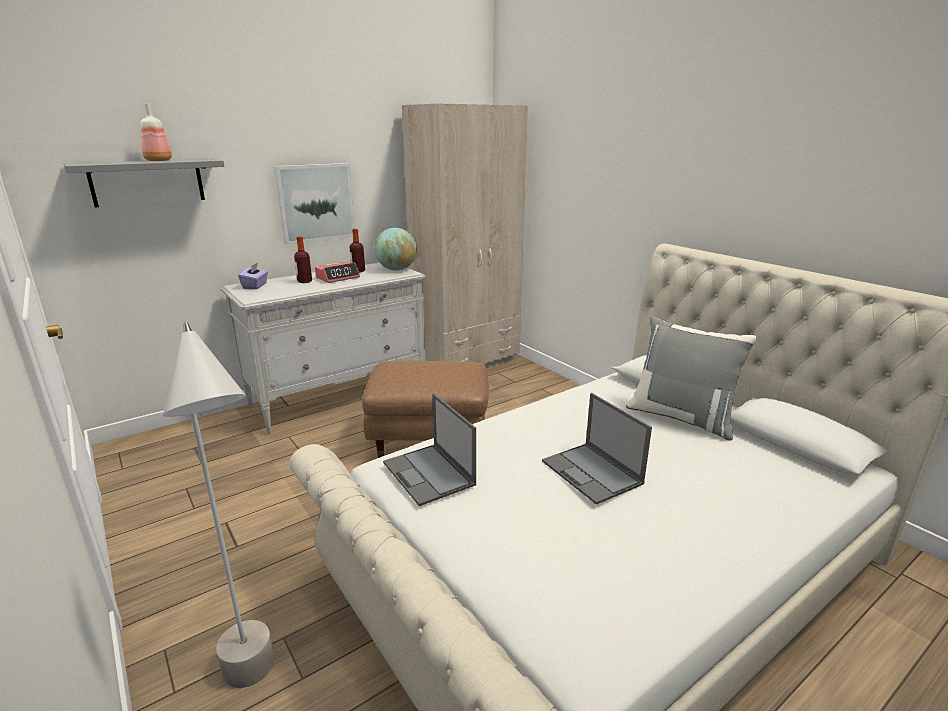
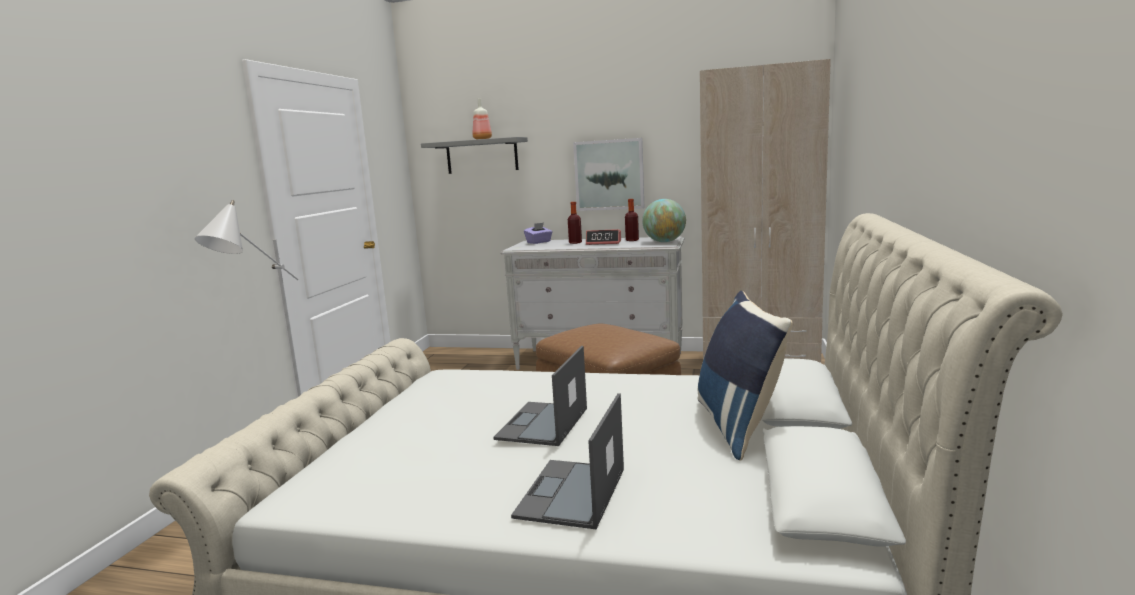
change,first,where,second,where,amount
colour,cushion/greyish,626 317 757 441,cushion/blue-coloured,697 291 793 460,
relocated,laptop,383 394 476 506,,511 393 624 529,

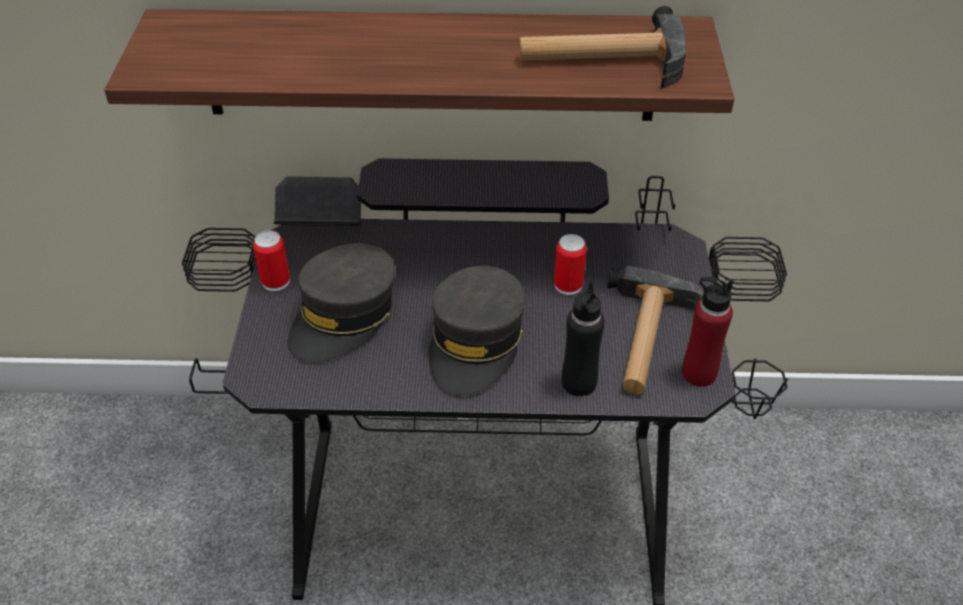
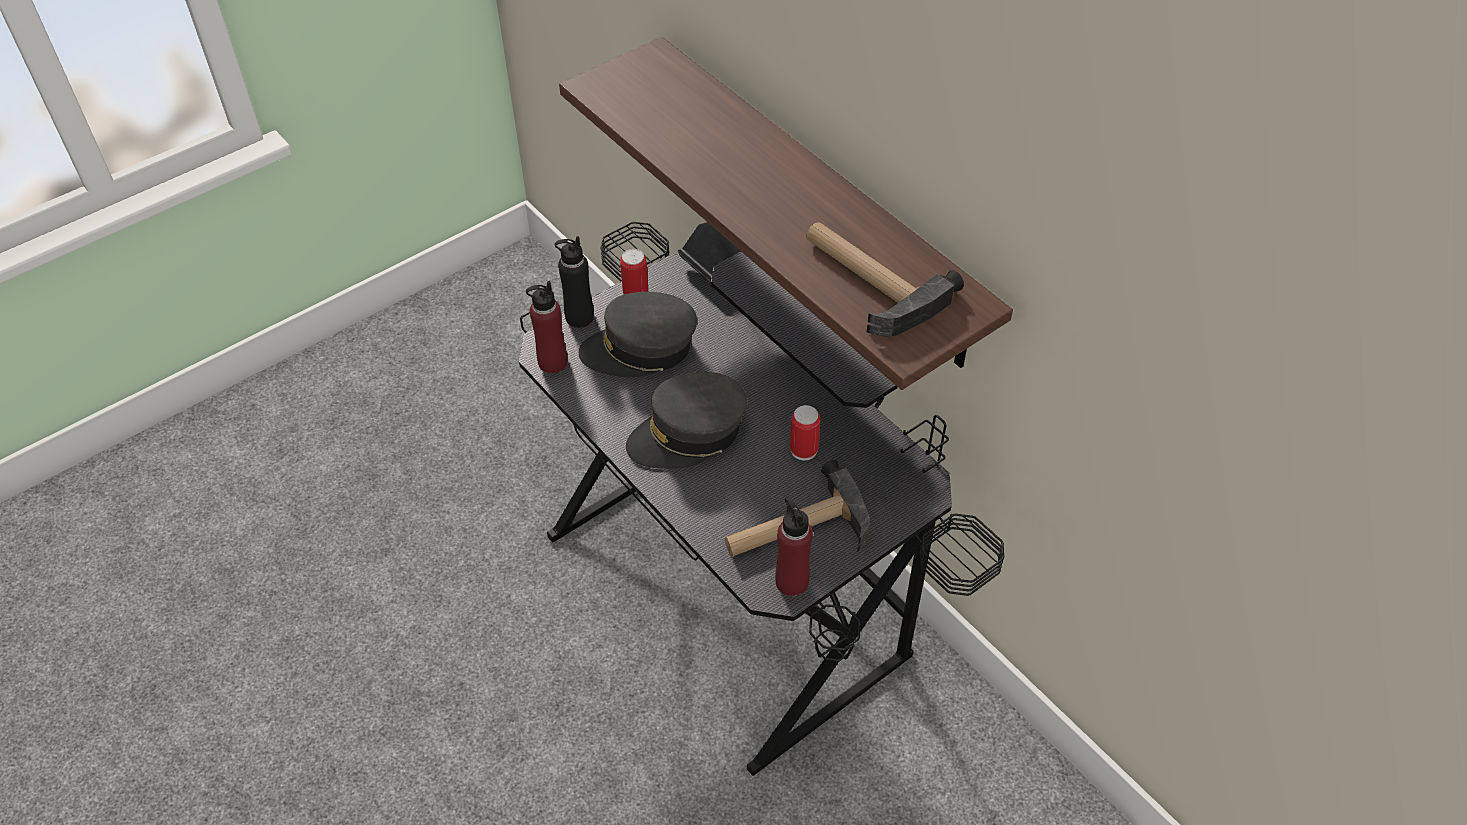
change,first,where,second,where,amount
relocated,bottle/blackish,562 281 605 396,,555 236 594 328,
appeared,,,bottle/reddish,526 281 568 373,

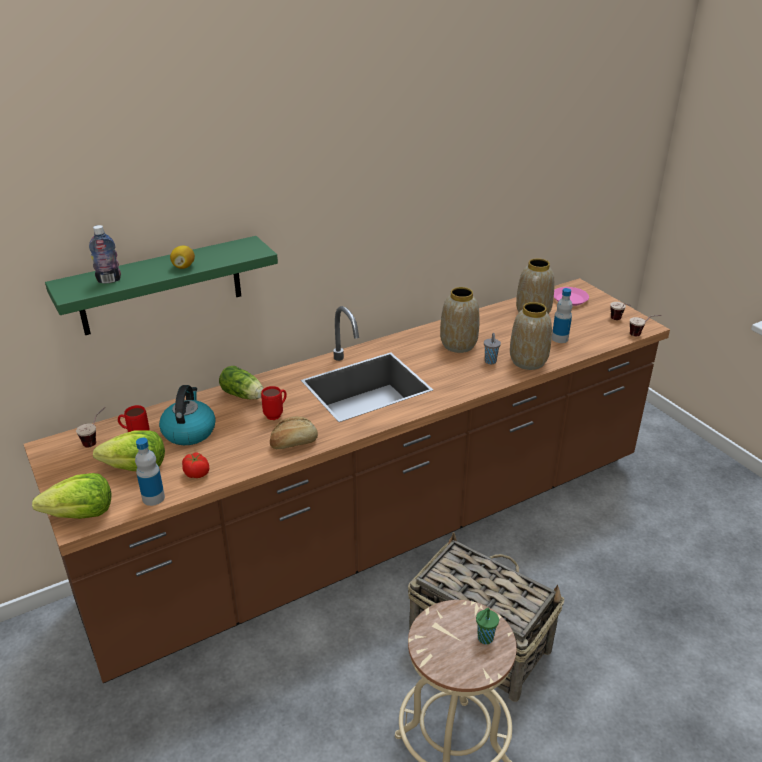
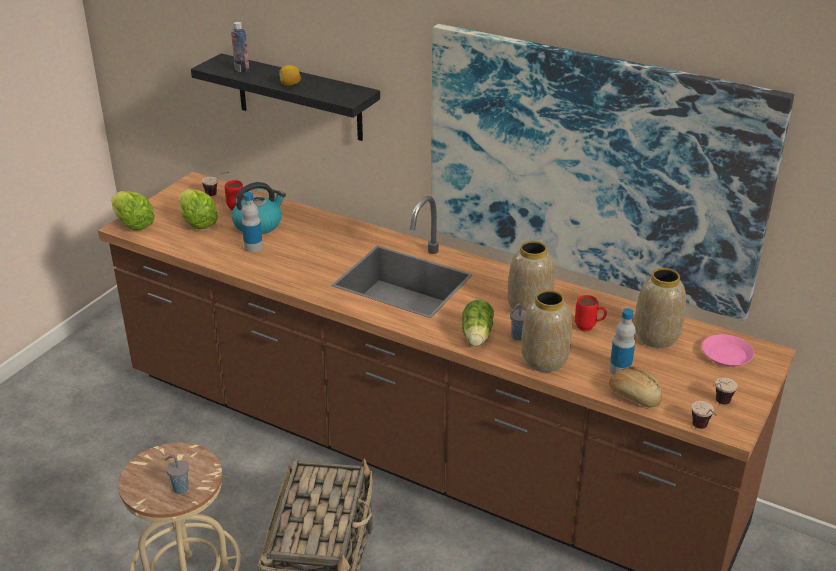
change,first,where,second,where,amount
colour,wall shelf/greenish,45 236 278 335,wall shelf/blackish,191 53 380 141,
relocated,lettuce,219 366 264 399,,462 300 494 346,
relocated,mug/reddish,261 386 287 420,,575 295 607 331,
relocated,bread,270 416 318 449,,609 366 662 408,
relocated,bottle,135 438 165 506,,242 192 263 252,
missing,whole tomato,182 452 209 478,,,
colour,small cup/greenish,476 608 499 644,small cup/greyish,165 455 189 494,
appeared,,,wall art,431 24 794 321,

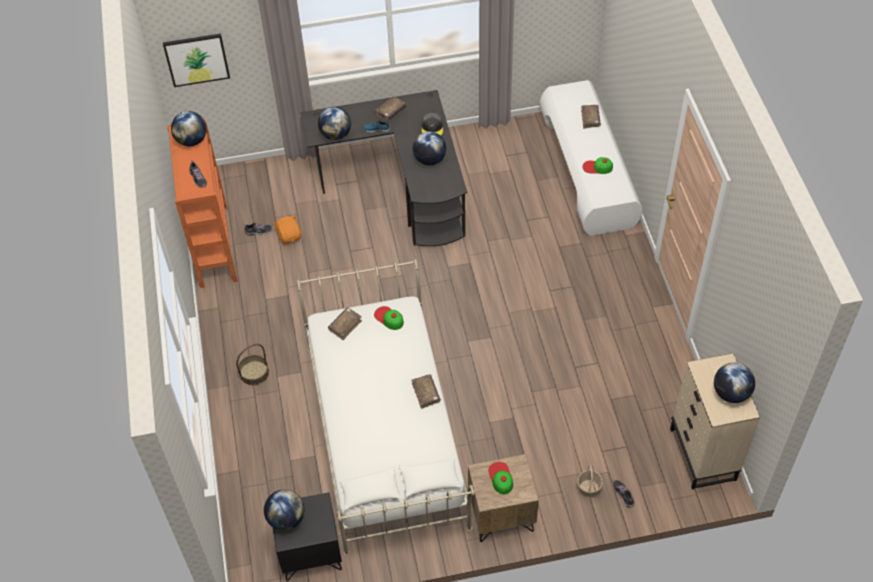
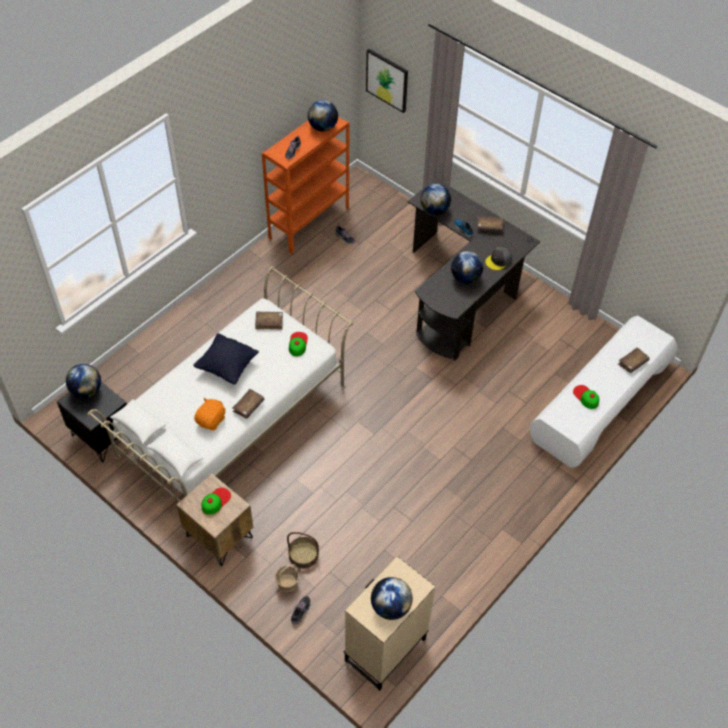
change,first,where,second,where,amount
relocated,soft toy/orange,273 216 301 244,,194 398 226 431,
relocated,basket,236 344 269 386,,287 532 319 569,
appeared,,,cushion/blackish,193 333 259 384,

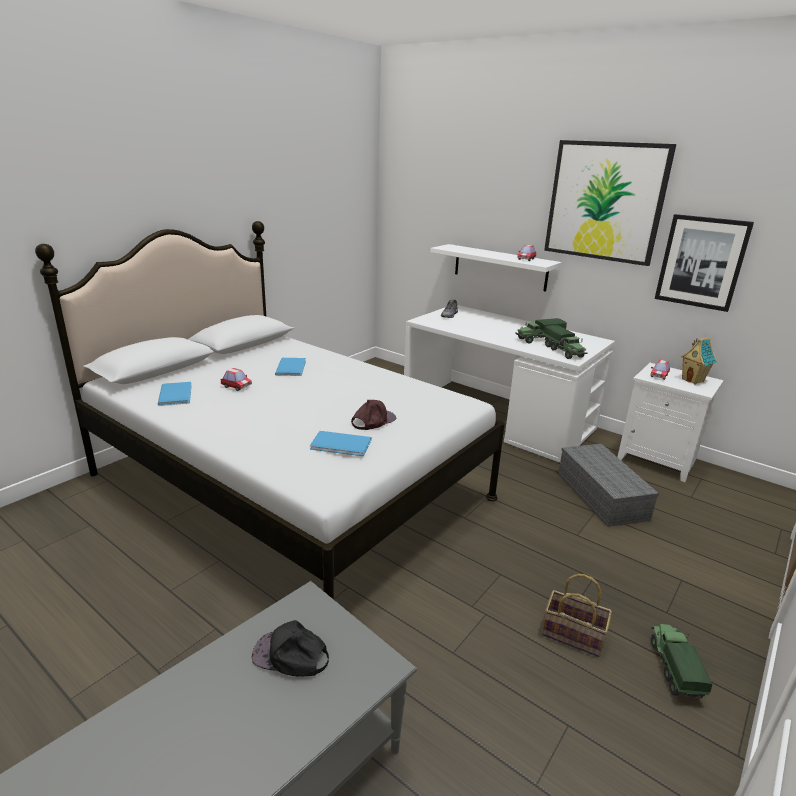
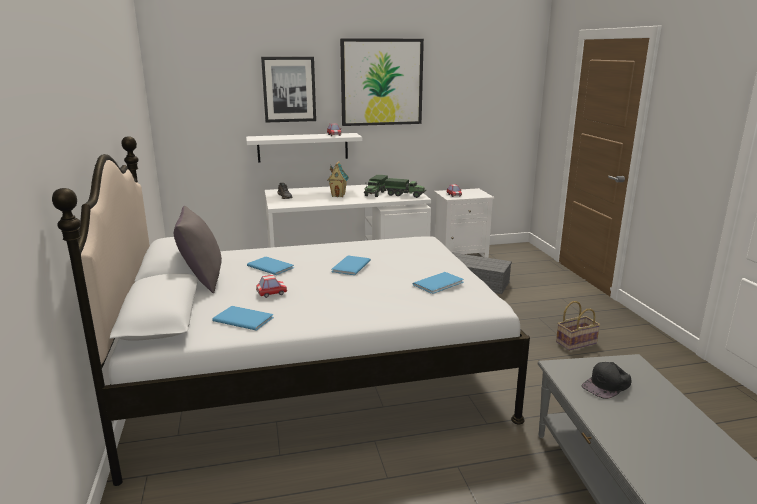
change,first,where,second,where,amount
relocated,wall art,655 214 754 312,,261 57 316 122,
relocated,model house,681 337 717 384,,328 161 349 197,
missing,peaked cap/brown-coloured,351 400 396 430,,,
missing,toy lorry,651 624 712 698,,,
appeared,,,cushion/greyish,174 206 222 293,
appeared,,,bound book/blue-coloured,331 256 371 275,

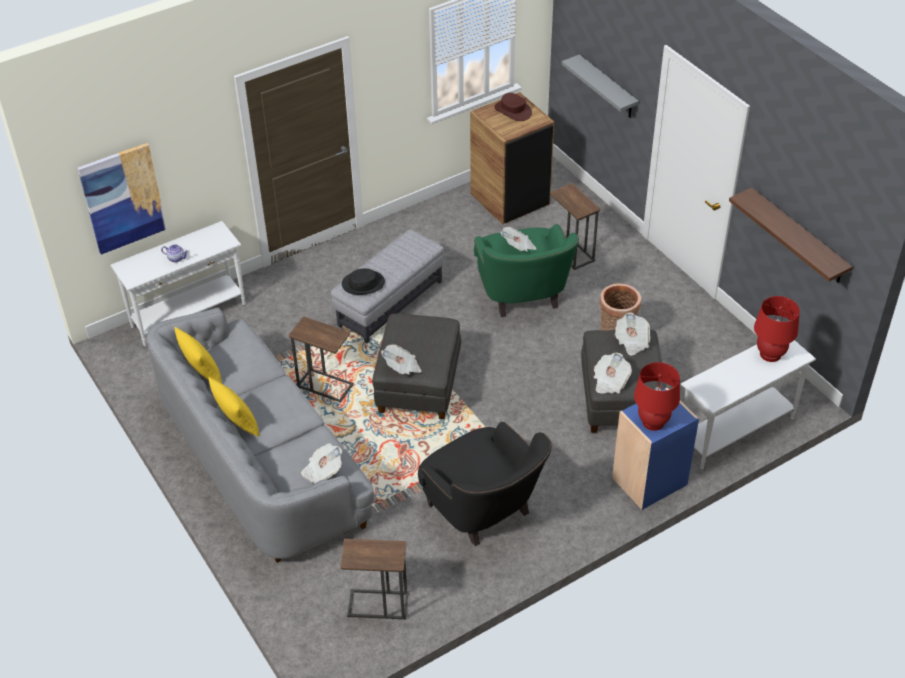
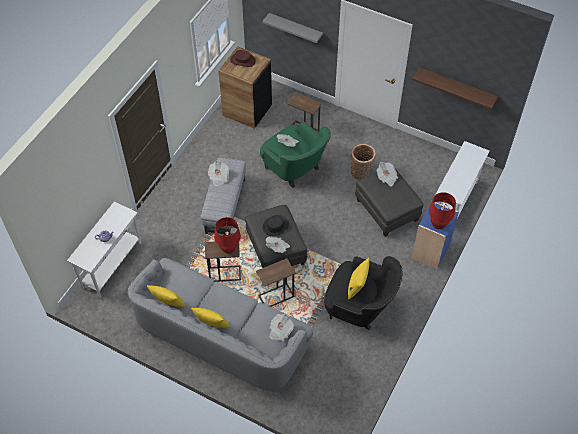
change,first,where,second,where,amount
missing,wall art,78 143 167 255,,,
relocated,hat/blackish,342 268 385 295,,262 215 289 236,
relocated,lamp for a table/reddish,754 296 800 362,,214 217 241 254,
relocated,newspaper,594 353 632 394,,208 160 229 186,
relocated,side table/brown-coloured,340 539 409 620,,256 258 295 307,
appeared,,,cushion/yellowish,348 258 369 299,

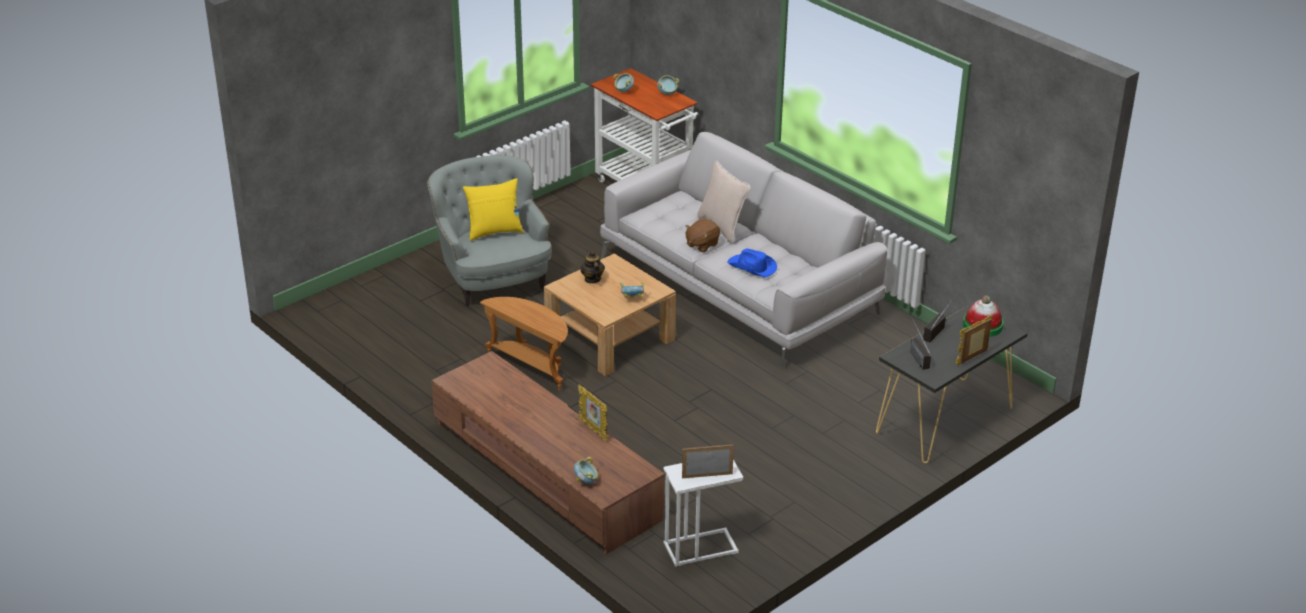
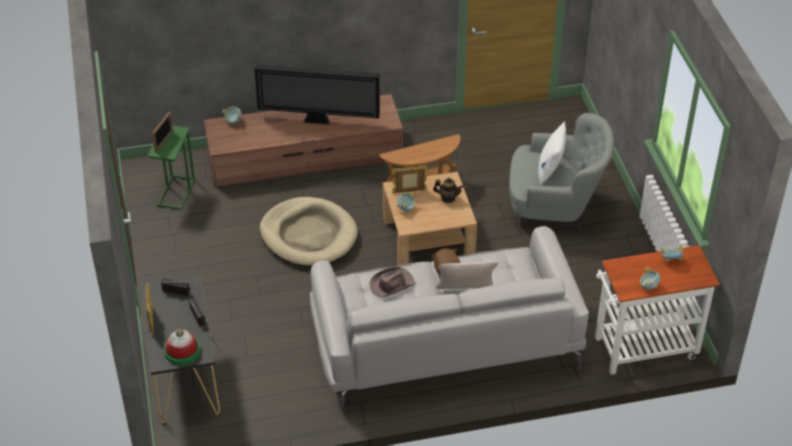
change,first,where,second,where,amount
colour,cushion/yellowish,463 178 523 241,cushion/white,538 121 566 185,
colour,hat/blue-coloured,727 248 777 278,hat/brown-coloured,370 267 415 297,
relocated,standing frame,578 385 608 441,,392 165 427 193,
colour,side table/white,663 459 743 567,side table/greenish,148 125 195 210,
appeared,,,TV,254 64 380 125,
appeared,,,pet bed/beige-coloured,260 197 358 266,

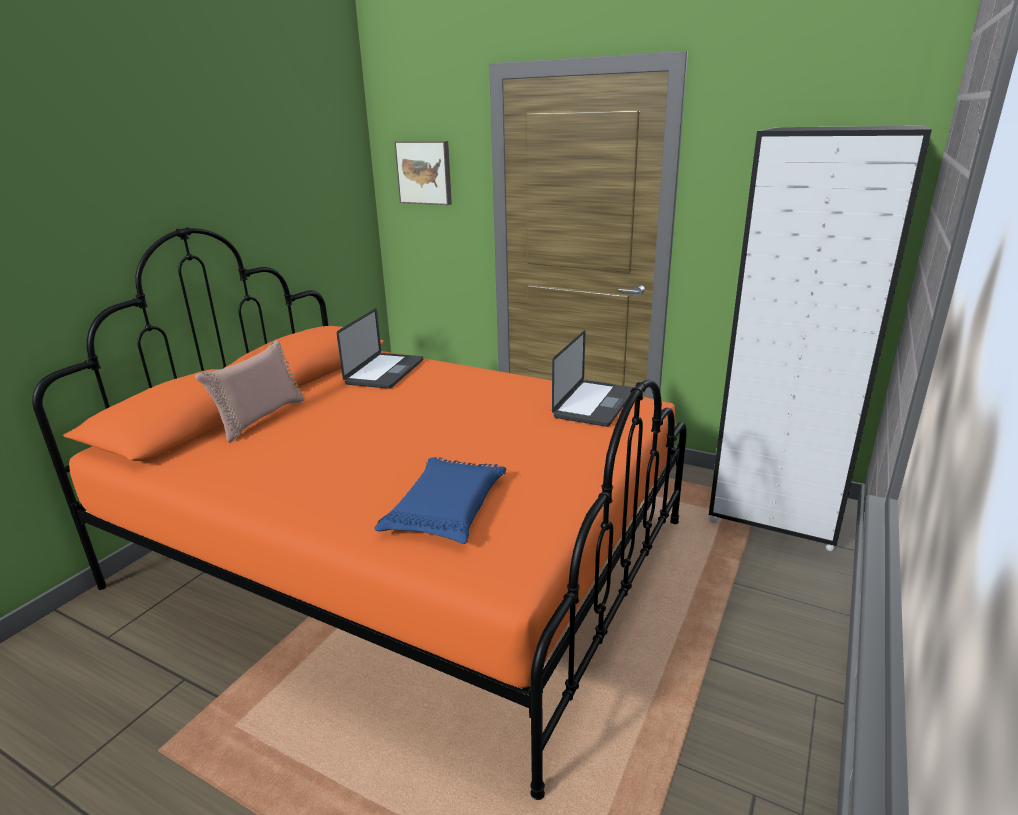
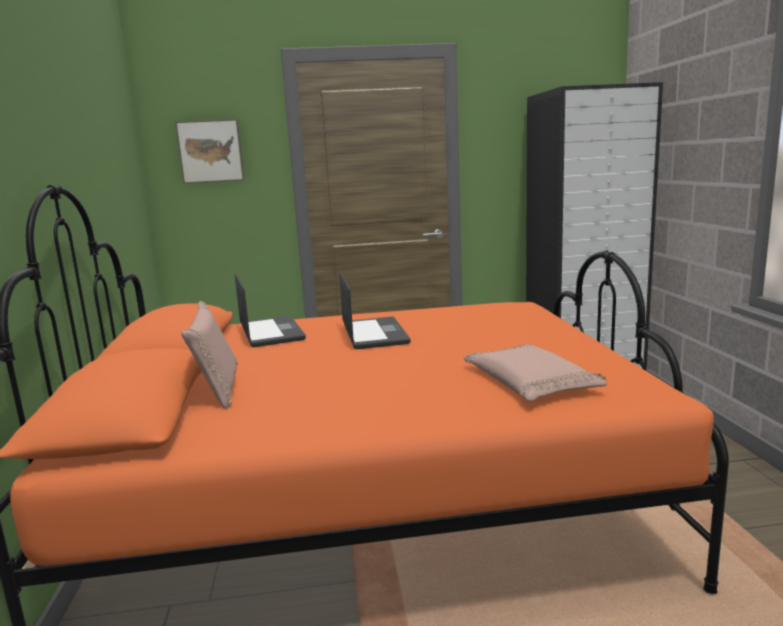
change,first,where,second,where,amount
relocated,laptop,552 330 634 427,,339 272 411 349,
colour,cushion/blue-coloured,375 457 506 544,cushion/beige-coloured,463 344 608 402,

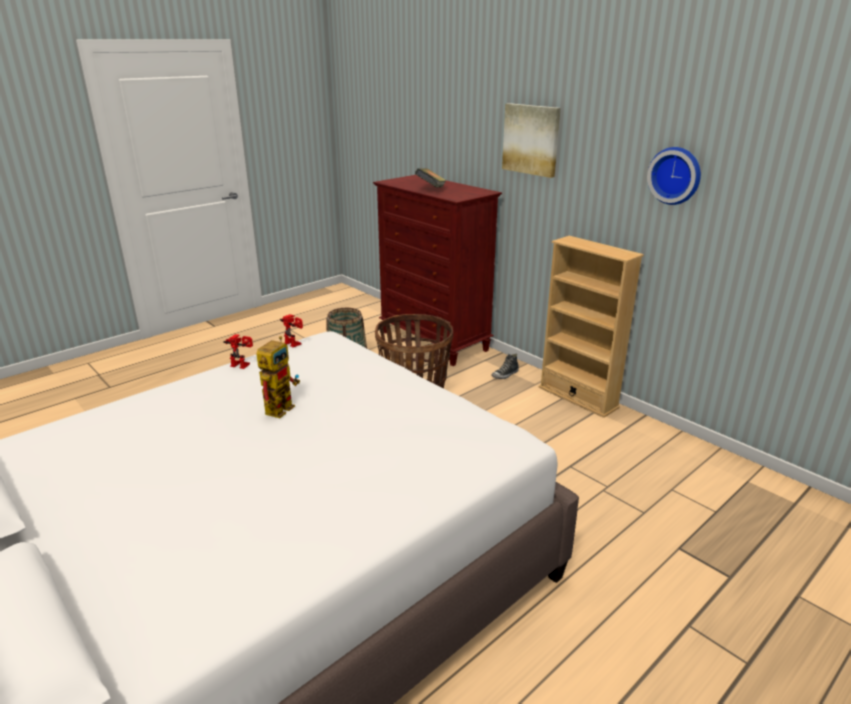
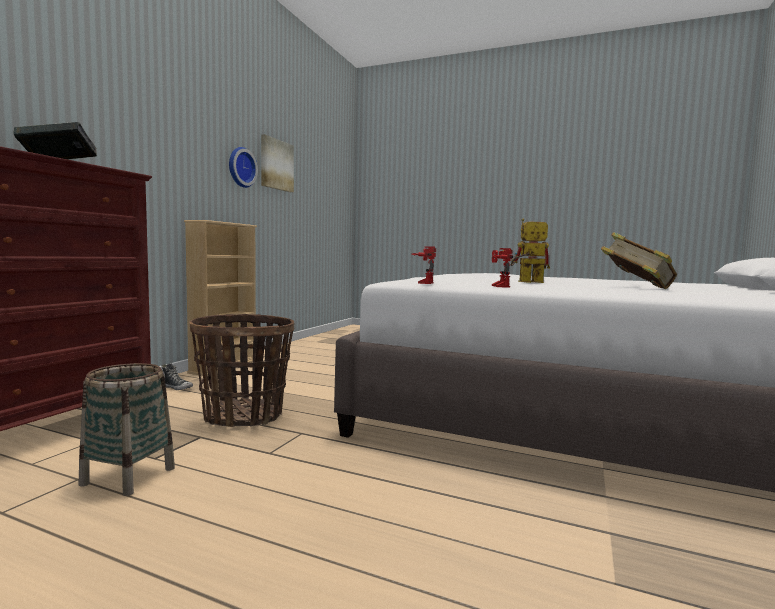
change,first,where,second,where,amount
relocated,wall art,502 103 561 178,,261 134 294 192,
appeared,,,bound book,601 232 677 289,

